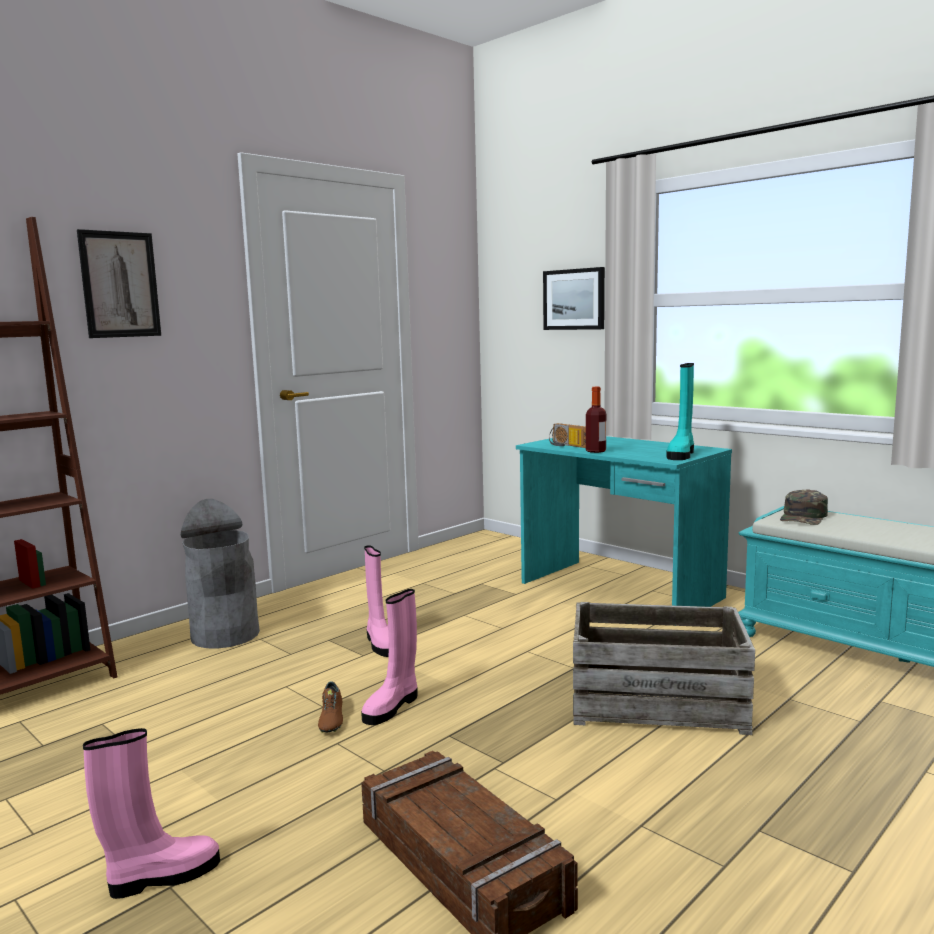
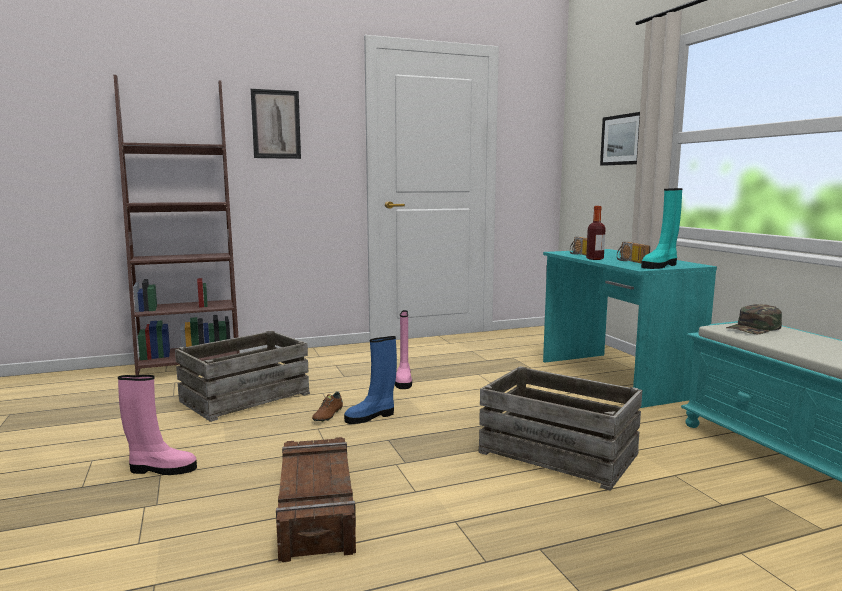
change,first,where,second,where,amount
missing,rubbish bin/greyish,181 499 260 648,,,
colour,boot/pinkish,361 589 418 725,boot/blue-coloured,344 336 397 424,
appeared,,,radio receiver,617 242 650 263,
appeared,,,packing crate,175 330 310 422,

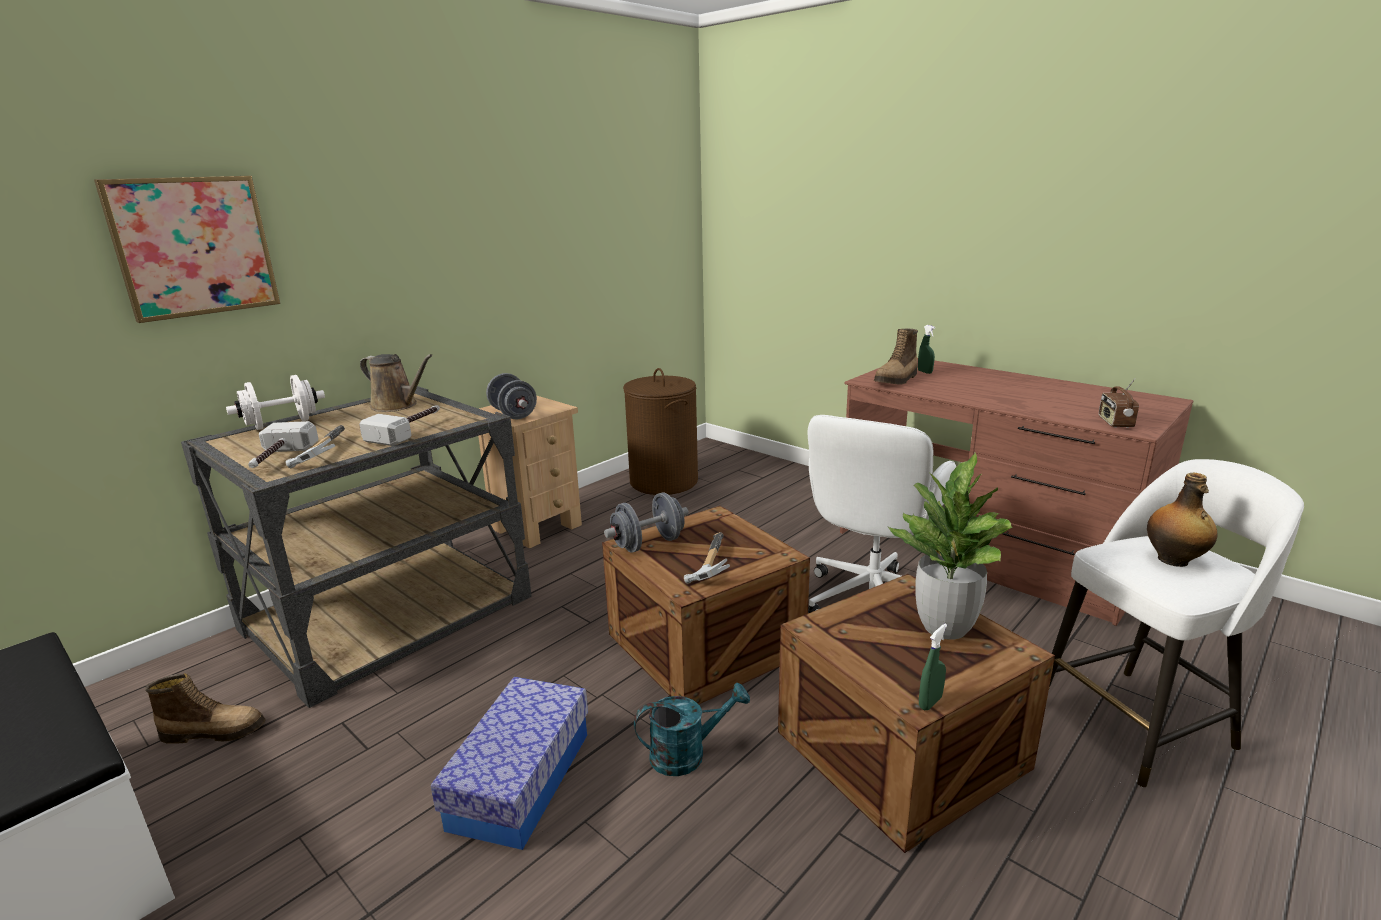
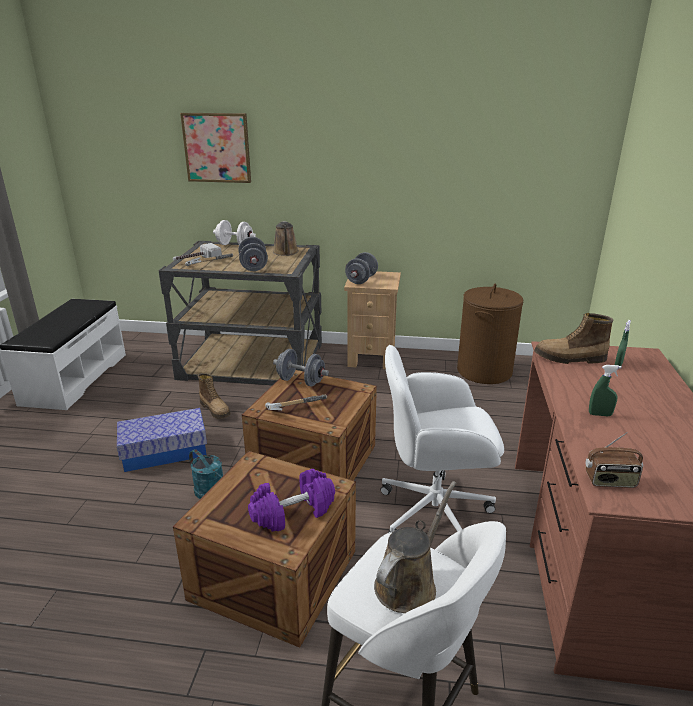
change,first,where,second,where,amount
spun,radio receiver,1099 378 1139 428,,585 432 643 488,150 degrees counterclockwise
exchanged,hand hammer,359 405 440 446,dumbbell/greyish,238 237 268 271,
exchanged,plant in a pot,888 453 1013 640,dumbbell/purplish,248 469 335 532,
exchanged,bottle,1147 473 1217 567,watering pot/brown-coloured,374 481 456 613,
relocated,sprayer/greenish,919 624 947 710,,589 365 622 416,
relocated,boot,145 673 266 744,,198 373 230 419,

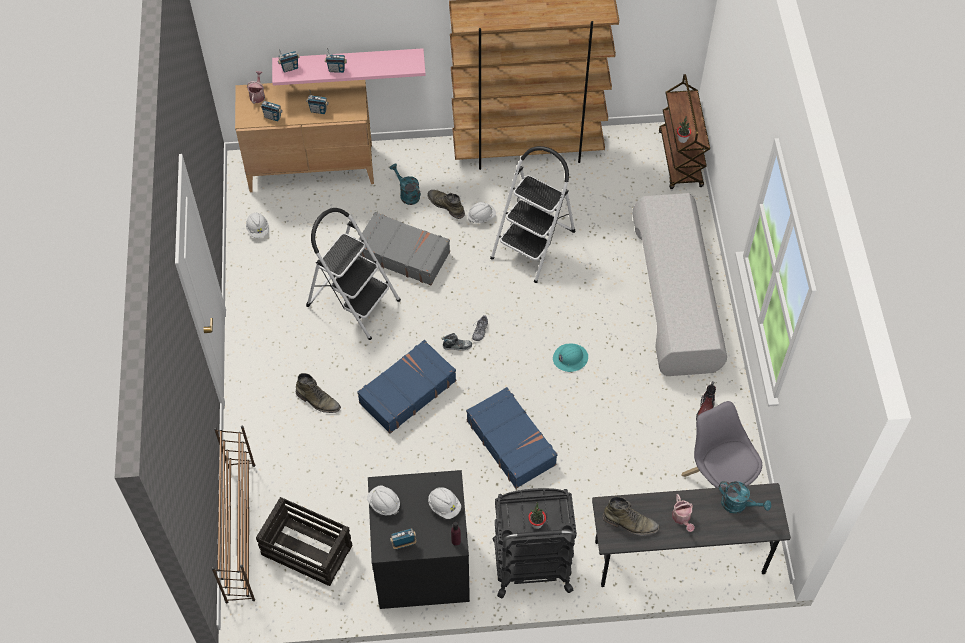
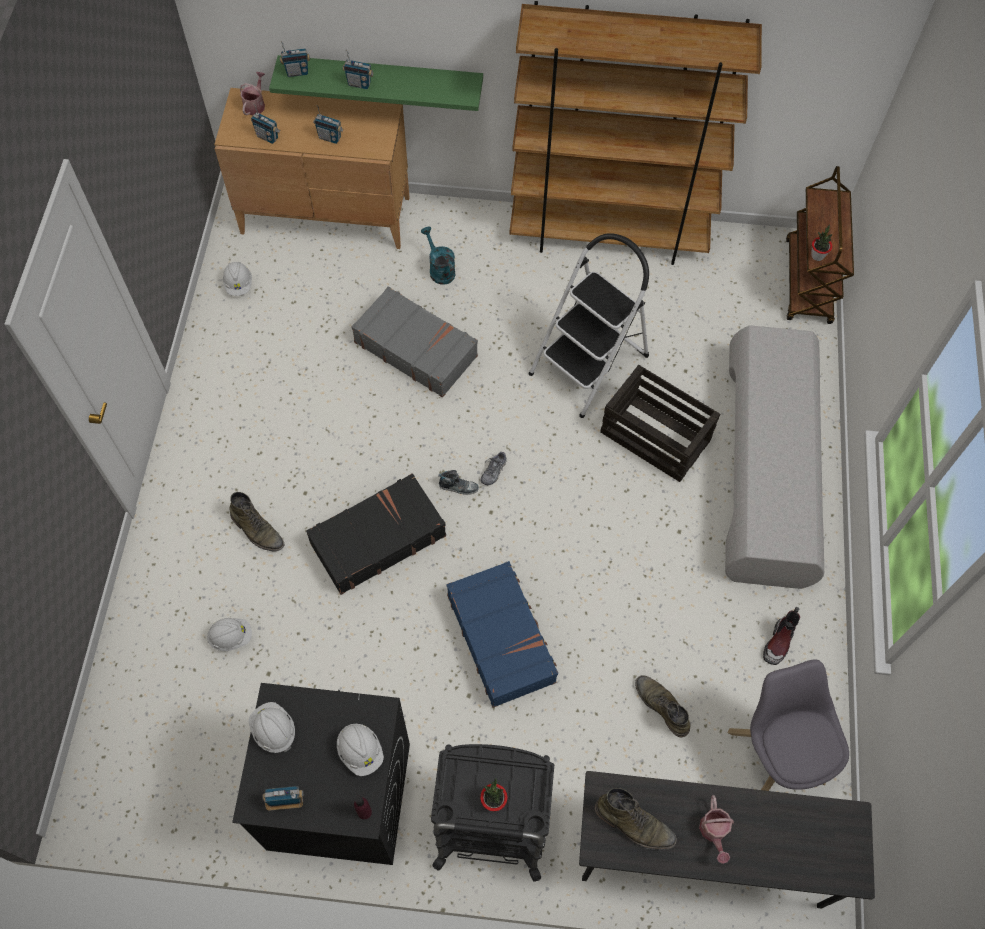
change,first,where,second,where,amount
colour,wall shelf/pinkish,272 48 426 86,wall shelf/greenish,269 55 483 111,
relocated,boot/greenish,427 190 465 219,,635 675 691 737,
relocated,hard hat/white,468 202 496 223,,207 618 252 651,
missing,step stool,306 208 401 340,,,
colour,travel case/blue-coloured,358 340 456 434,travel case/blackish,306 473 446 595,
missing,hard hat/turquoise,553 344 588 372,,,
missing,shoe rack/brown-coloured,212 425 255 603,,,
missing,watering pot/turquoise,719 481 771 514,,,
relocated,packing crate,256 497 352 586,,600 364 720 482,

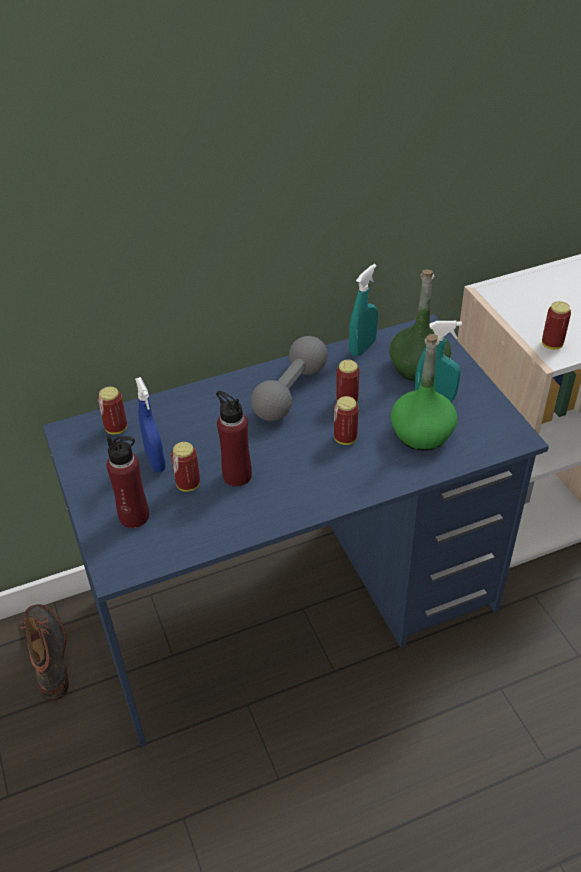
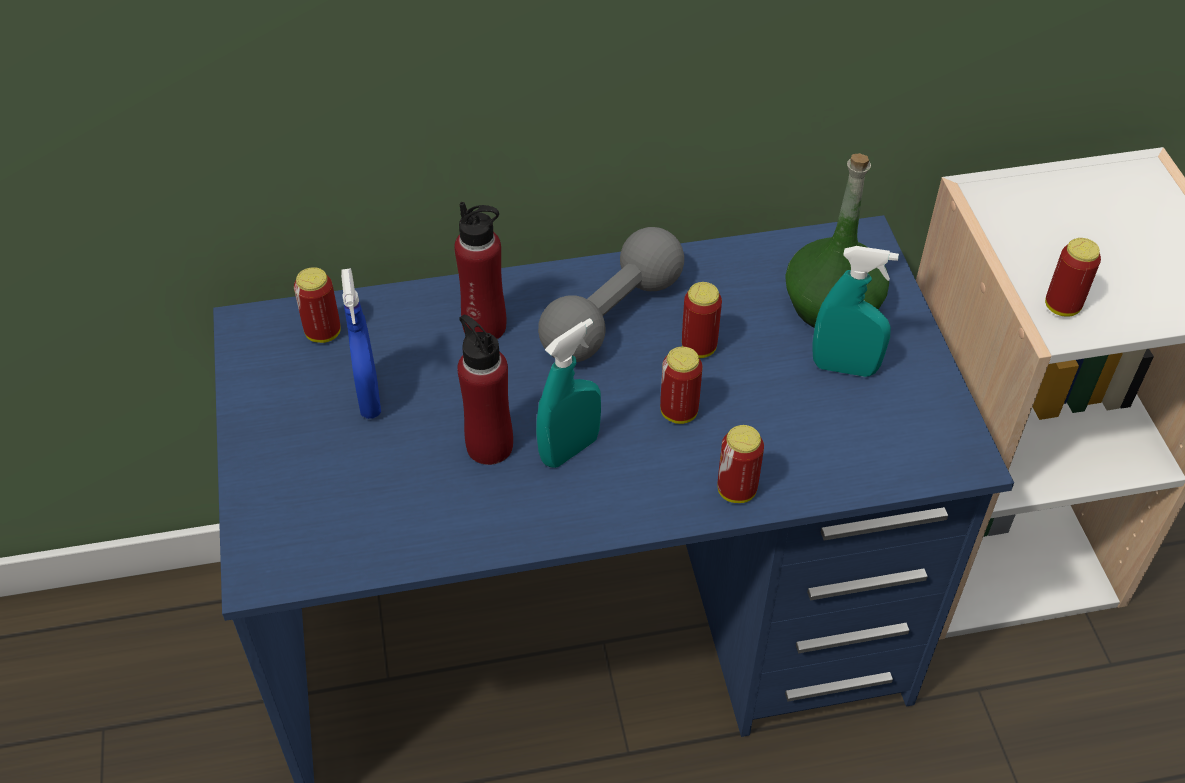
change,first,where,second,where,amount
relocated,sprayer/turquoise,349 264 378 357,,536 318 601 468,
missing,bottle/greenish,391 334 457 451,,,
relocated,bottle/reddish,107 436 149 528,,454 202 506 339,
relocated,can,171 442 200 492,,717 425 764 503,
missing,boot,19 604 69 701,,,

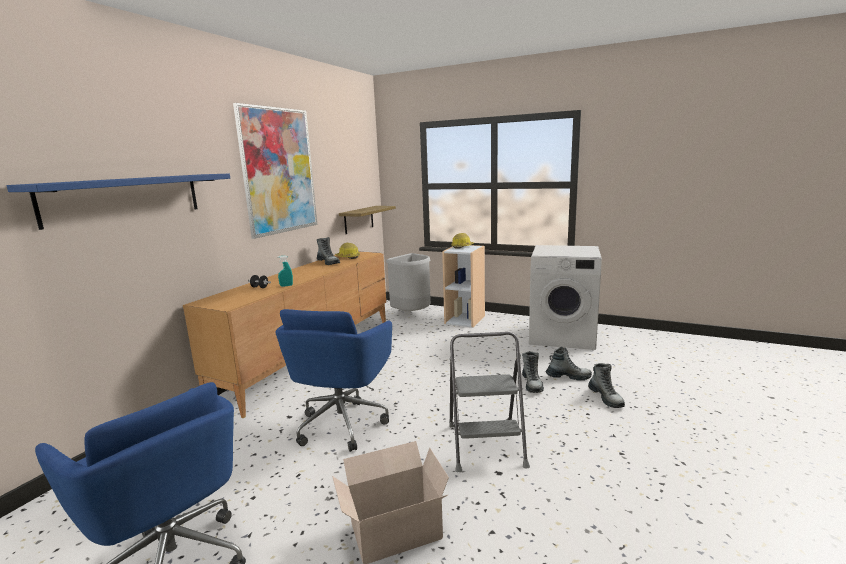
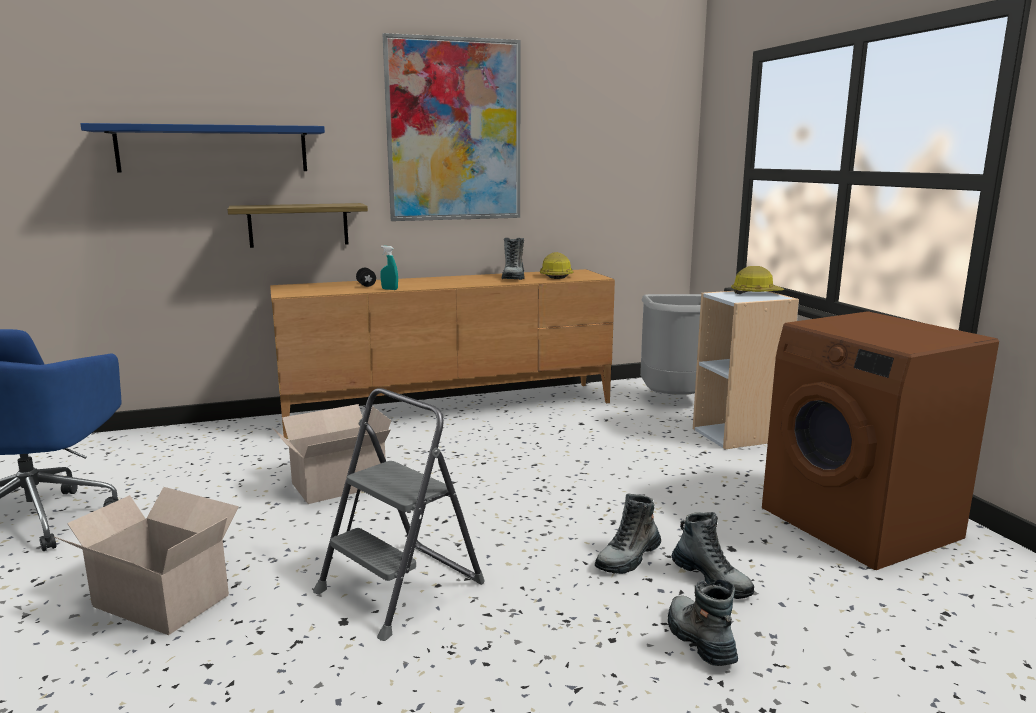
change,first,where,second,where,amount
relocated,wall shelf,339 206 396 234,,227 203 368 248,
colour,laundry appliance/white,529 245 602 350,laundry appliance/brown-coloured,762 311 999 570,
exchanged,office chair/blue-coloured,275 309 392 452,carton,273 404 391 504,
spun,boot,588 363 625 408,,668 579 738 666,135 degrees clockwise

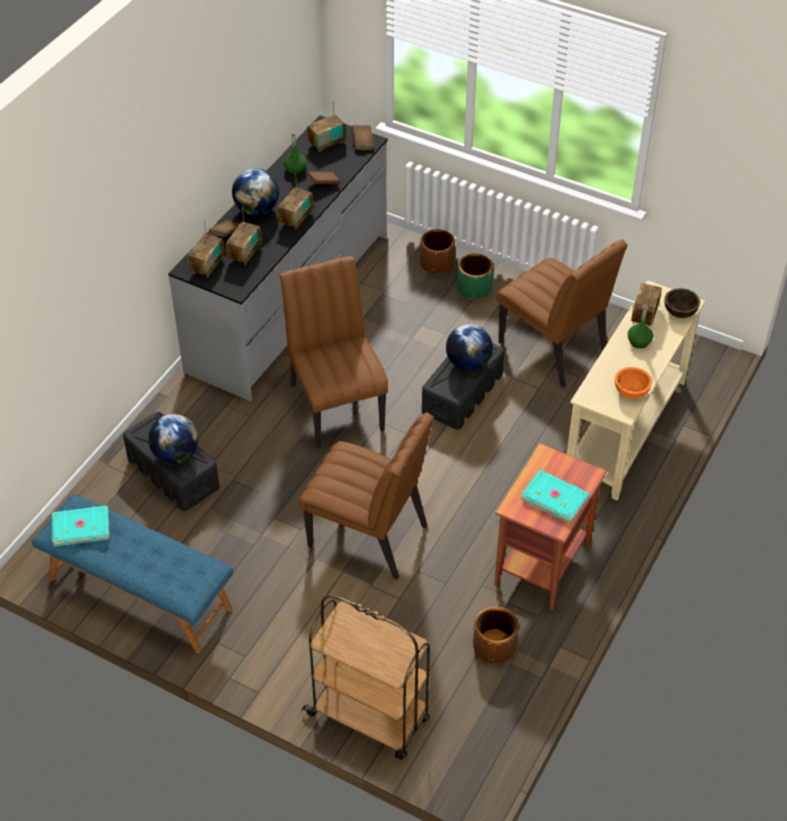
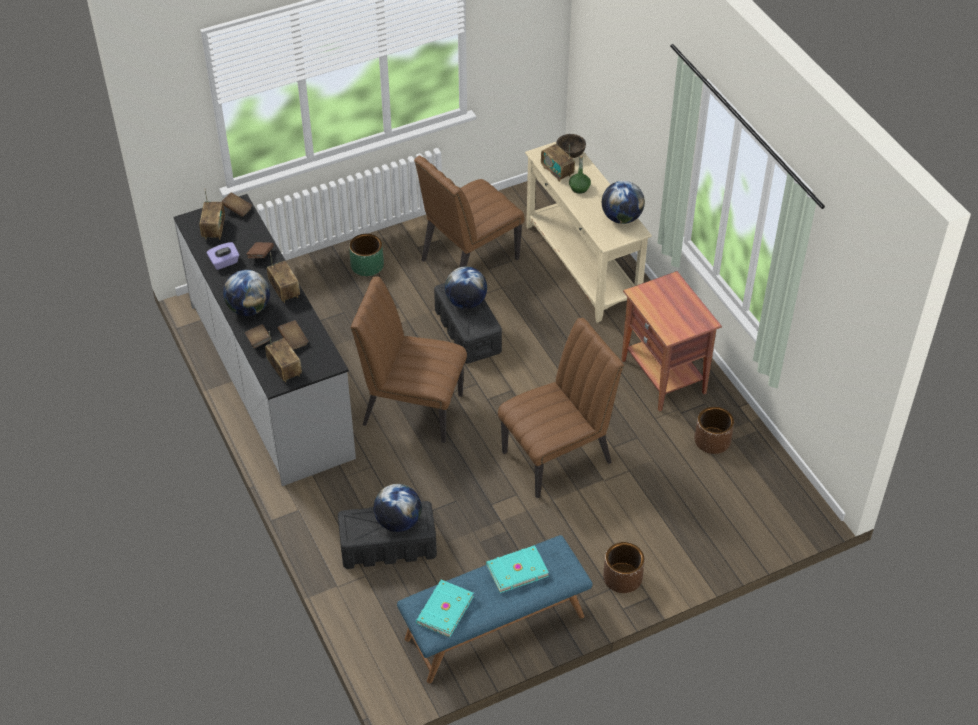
change,first,where,second,where,amount
exchanged,bottle/greenish,283 132 307 175,tissue box/purplish,207 242 239 270,
exchanged,radio receiver,226 208 262 266,bound book/brown-coloured,278 320 308 350,
relocated,planter/brown-coloured,420 229 455 274,,603 542 645 593,
spun,plain chair/brown-coloured,497 239 628 388,,414 155 524 267,150 degrees clockwise
exchanged,bowl/orange,615 367 652 399,world globe,602 181 645 224,
relocated,bound book/turquoise,521 470 590 523,,486 545 549 593,
missing,trolley/brown-coloured,301 595 430 760,,,

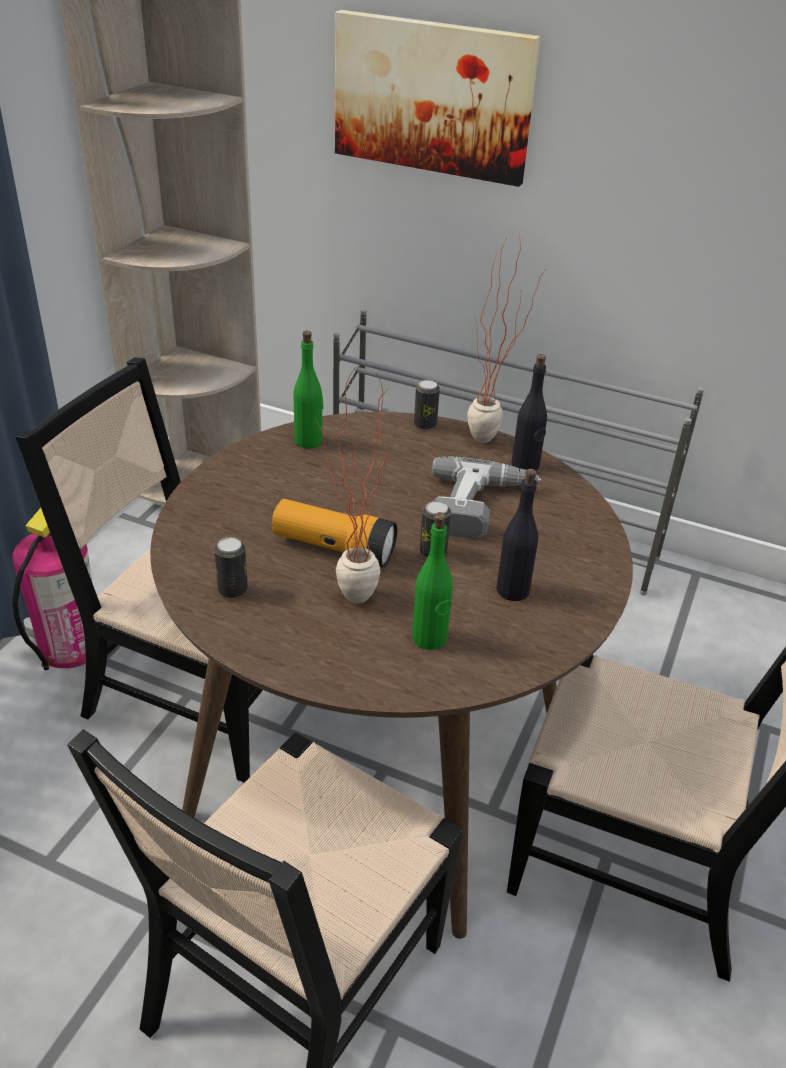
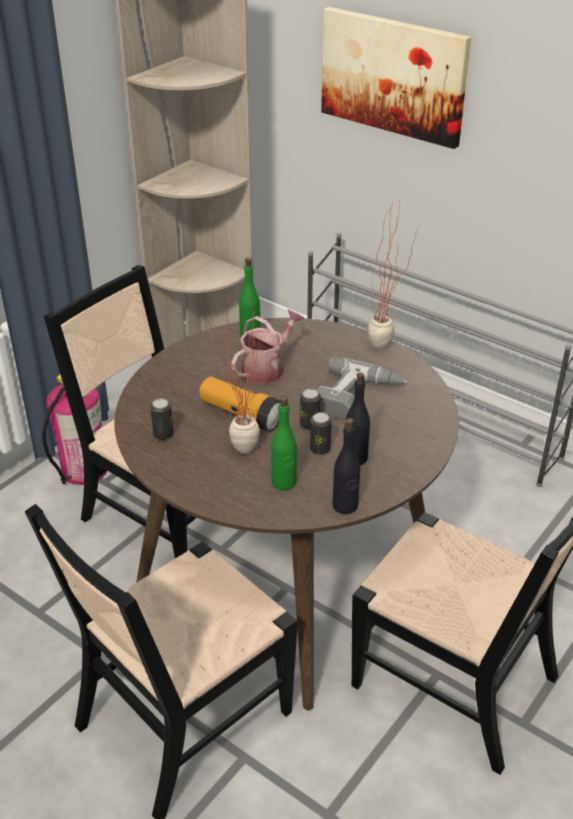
change,first,where,second,where,amount
relocated,bottle/blackish,511 354 547 471,,333 418 360 514,
relocated,can,414 380 440 430,,310 412 331 455,
appeared,,,watering pot,231 309 304 384,

